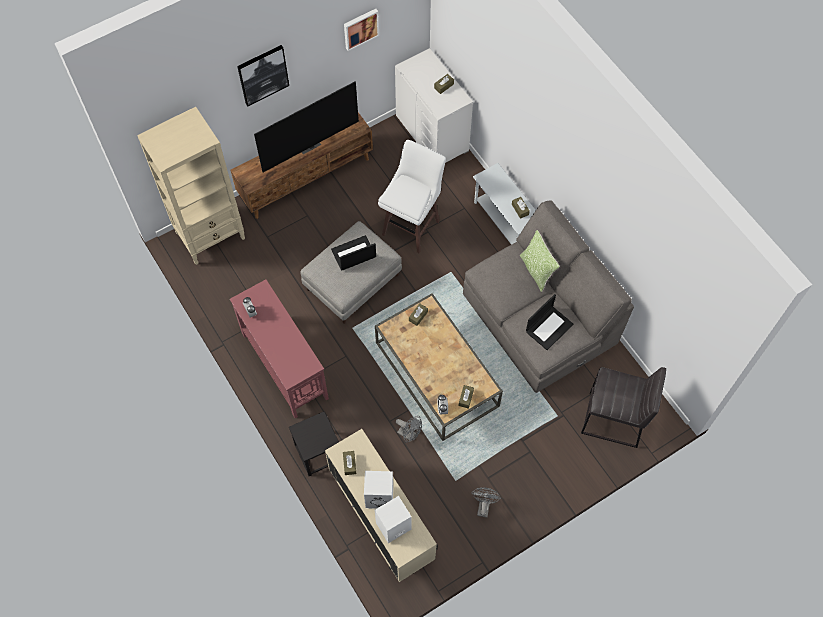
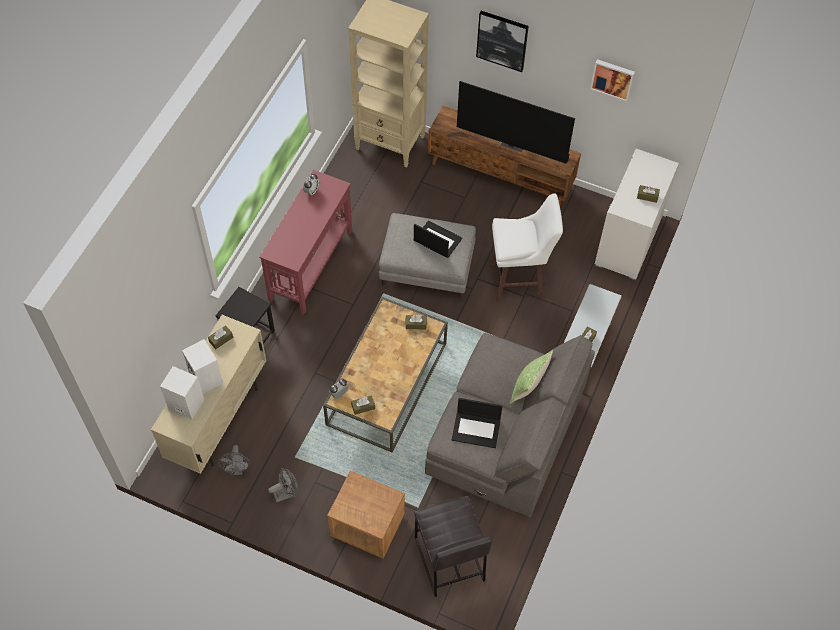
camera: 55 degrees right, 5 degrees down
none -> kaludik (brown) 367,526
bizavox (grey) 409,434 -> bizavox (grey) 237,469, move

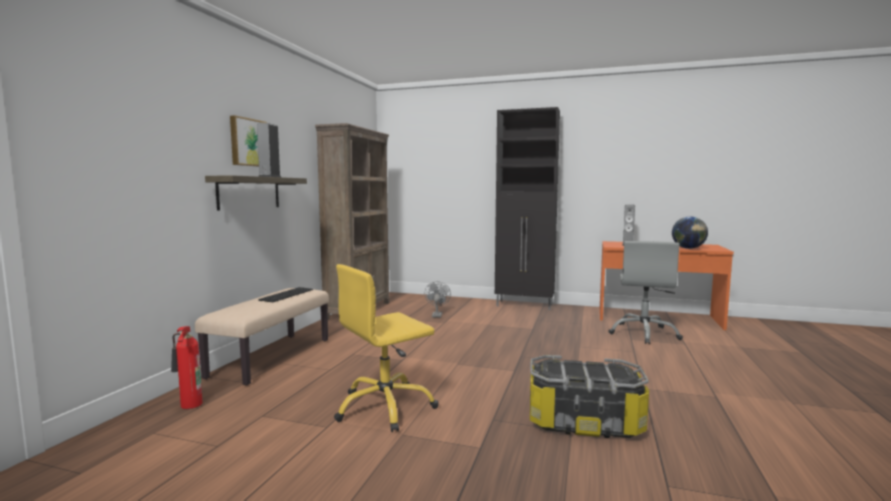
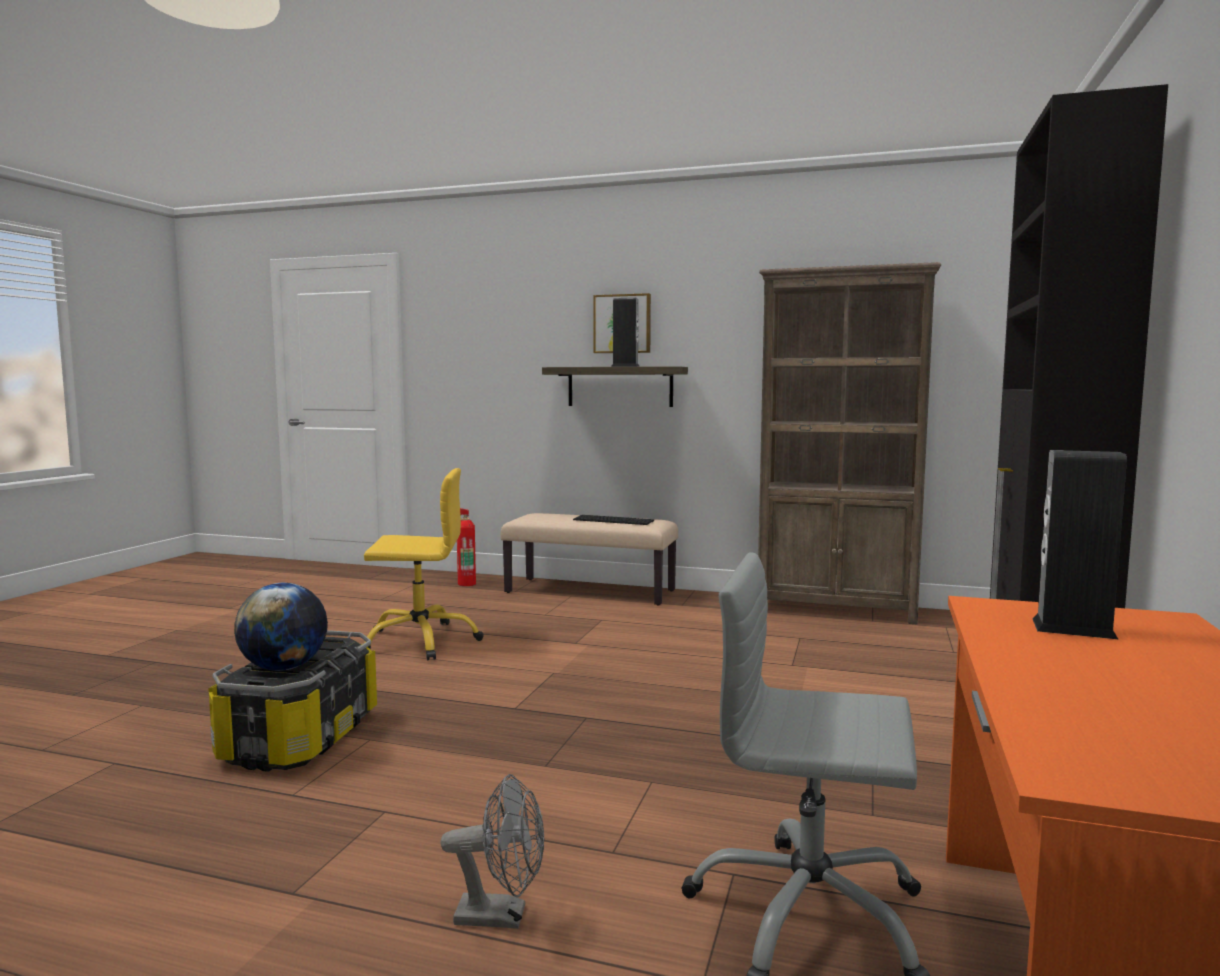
camera: 90 degrees right, 0 degrees up
bizavox (grey) 437,315 -> bizavox (grey) 502,916, move
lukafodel 688,248 -> lukafodel 284,668, move
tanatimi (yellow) 385,407 -> tanatimi (yellow) 420,641, 120 degrees clockwise

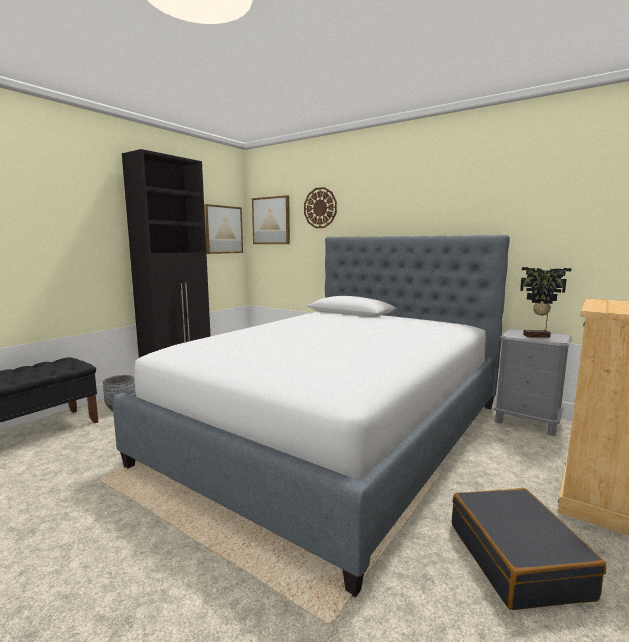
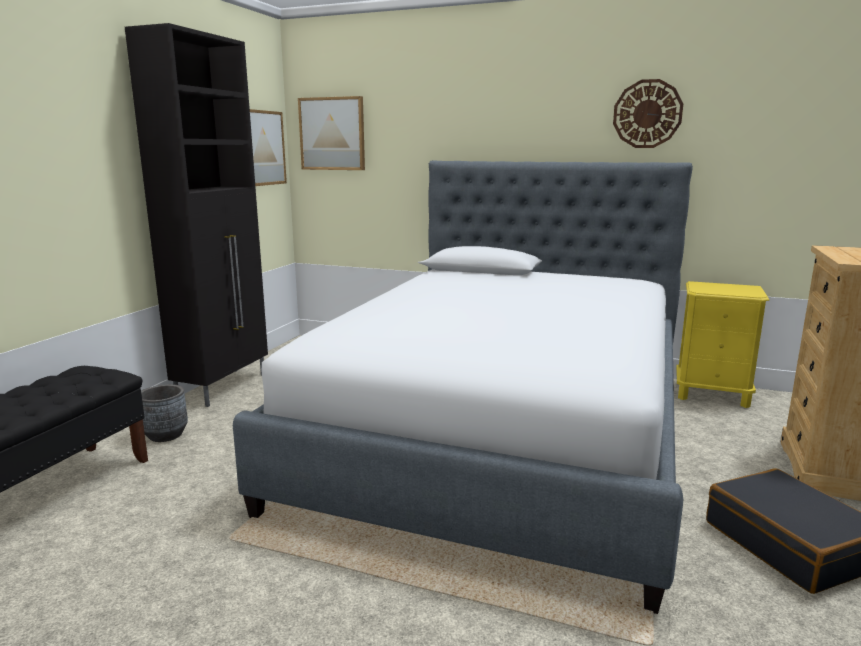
camera: 15 degrees left, 5 degrees up
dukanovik 537,336 -> none
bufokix 320,208 -> bufokix 647,114, move
kaludik (grey) 527,422 -> kaludik (yellow) 712,394

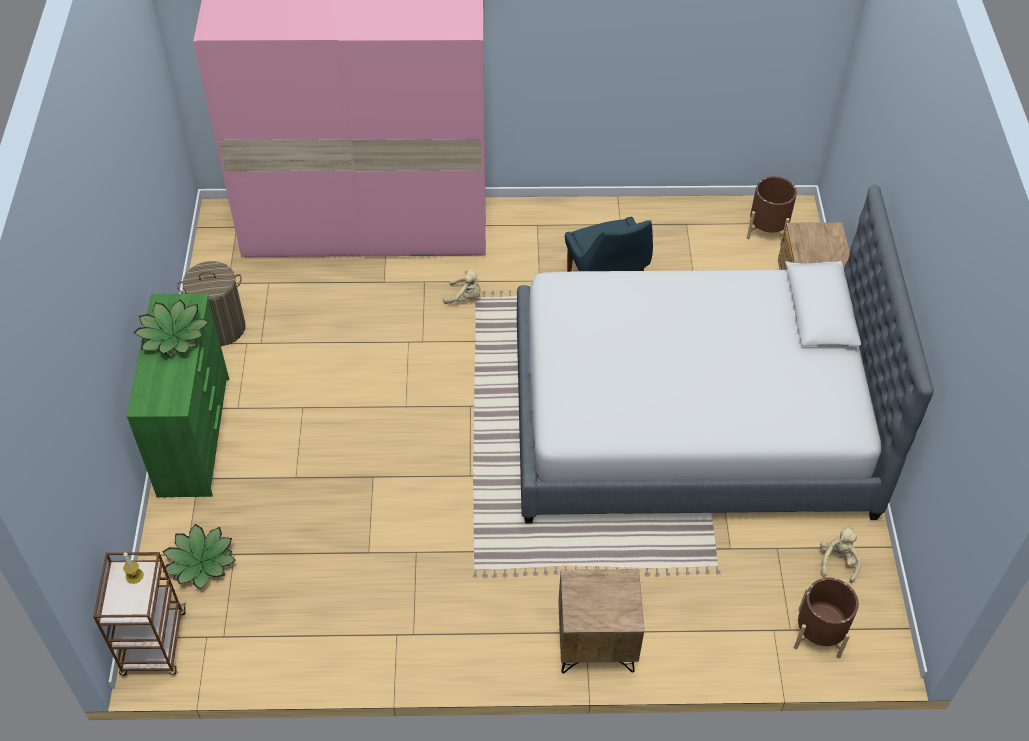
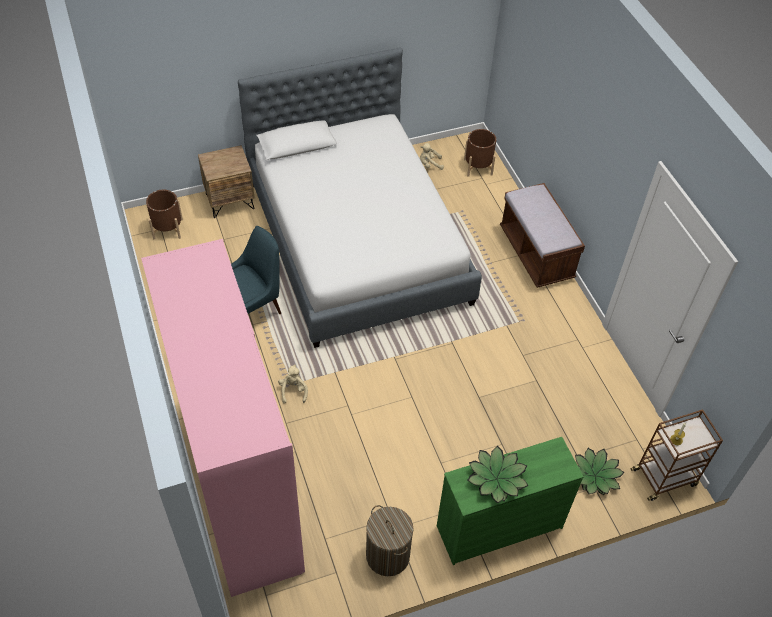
camera: 110 degrees left, 0 degrees up
kaludik (brown) 596,645 -> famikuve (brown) 536,254

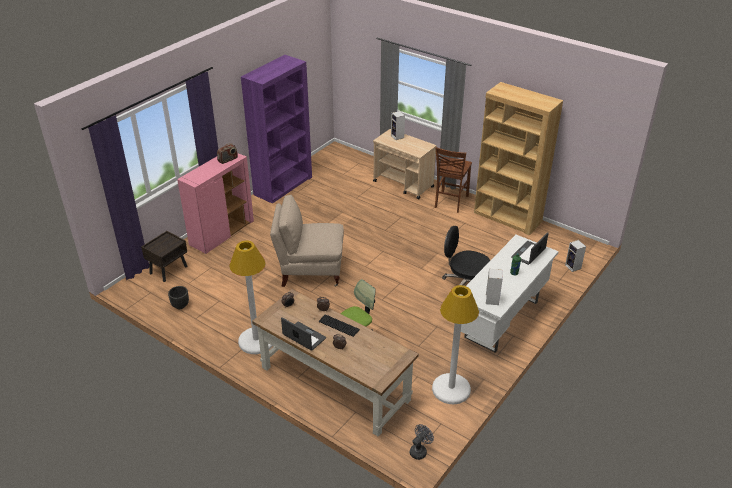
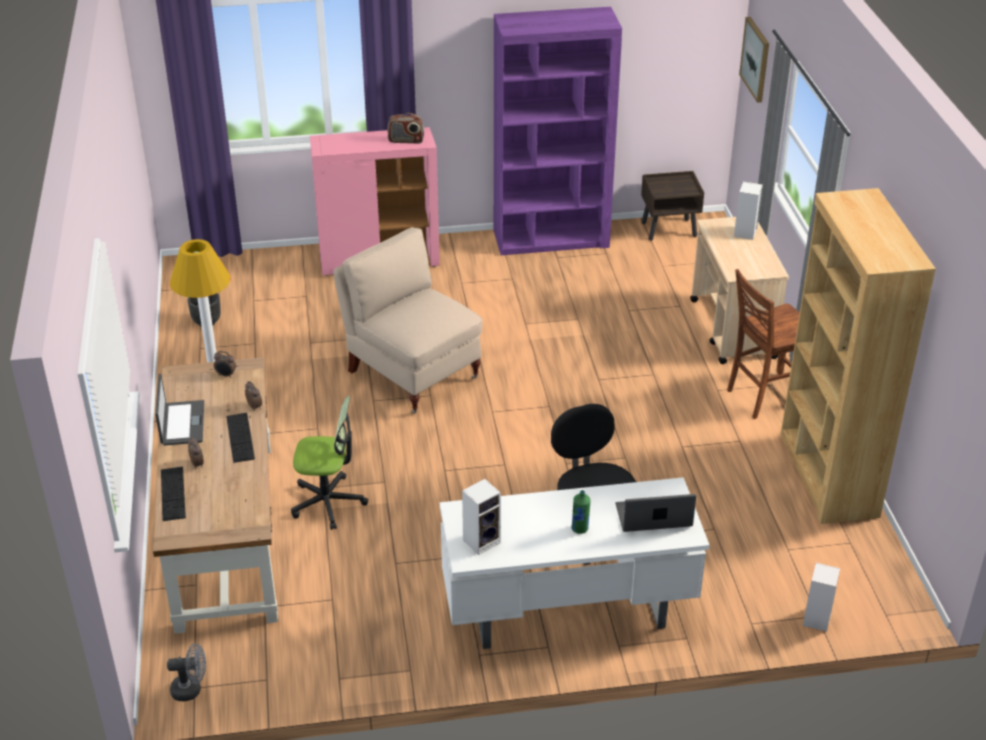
camera: 45 degrees right, 0 degrees up
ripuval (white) 451,389 -> none
none -> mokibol 173,493
none -> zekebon 756,59
kaludik (brown) 168,270 -> kaludik (brown) 669,229, move

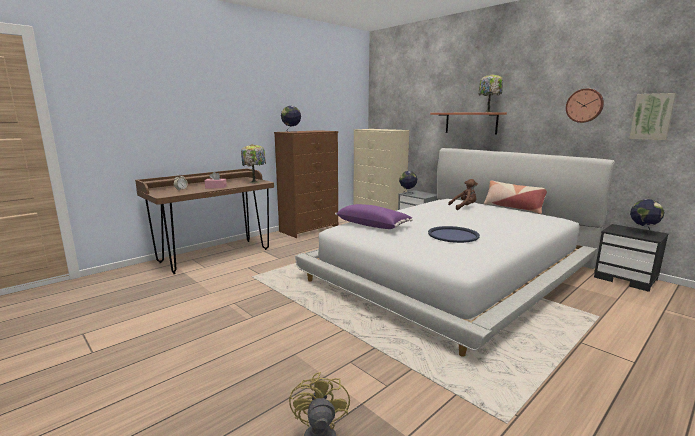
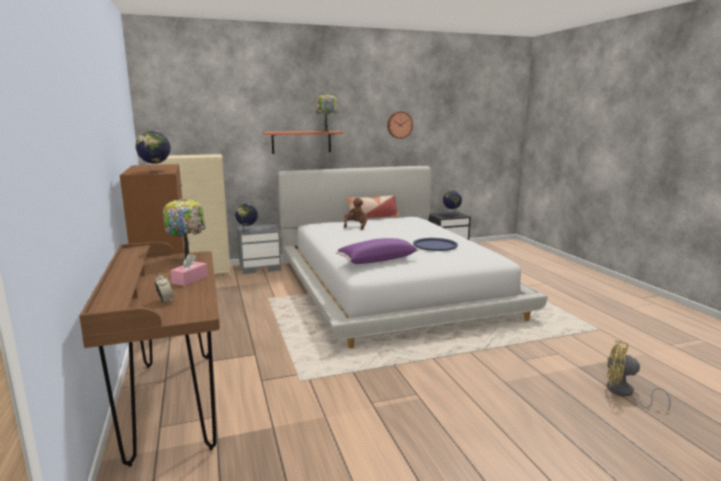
camera: 65 degrees left, 0 degrees up
zekebon 652,116 -> none

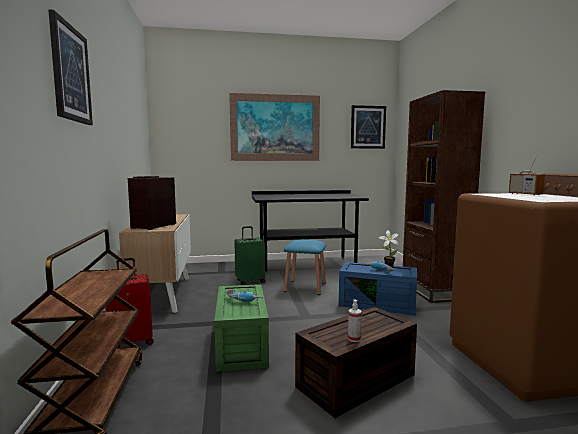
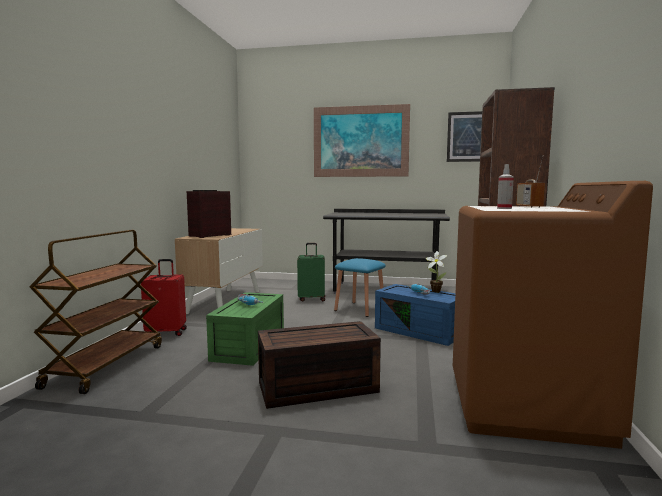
camera: 20 degrees right, 0 degrees up
zekebon 70,74 -> none
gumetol 354,339 -> gumetol 504,208, move

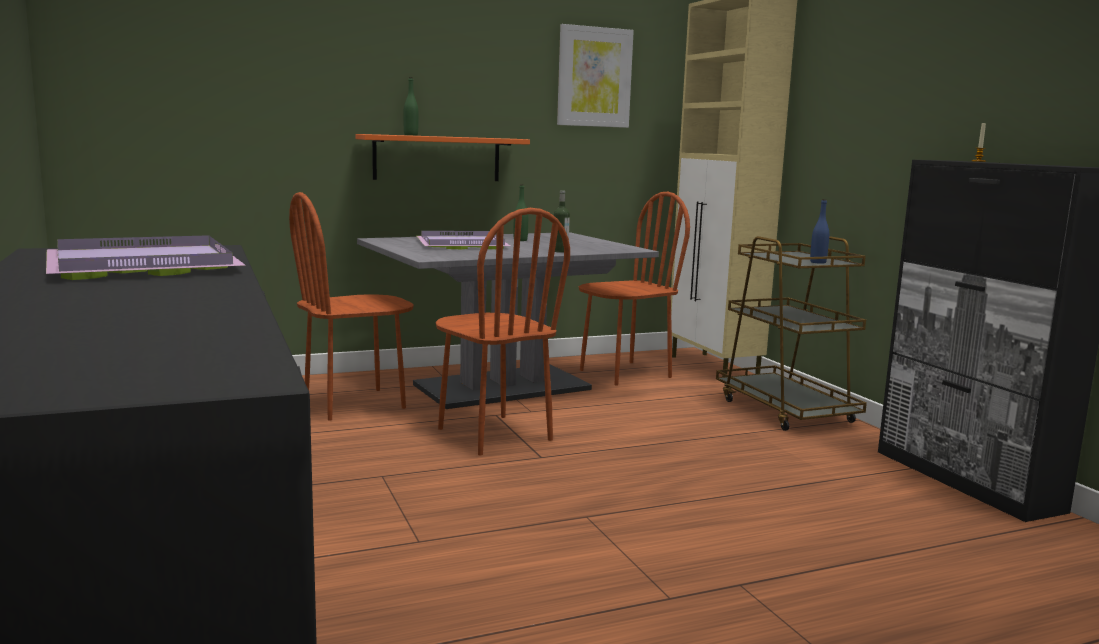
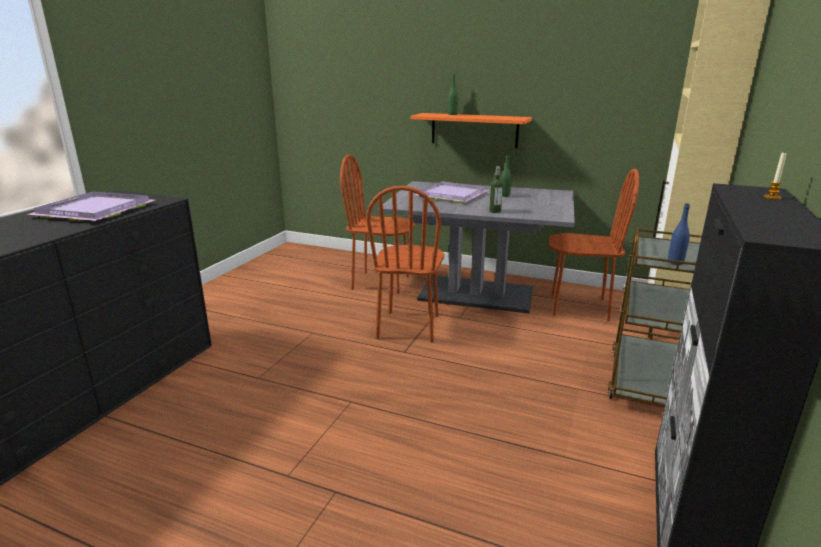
camera: 45 degrees right, 10 degrees up
zekebon 594,77 -> none

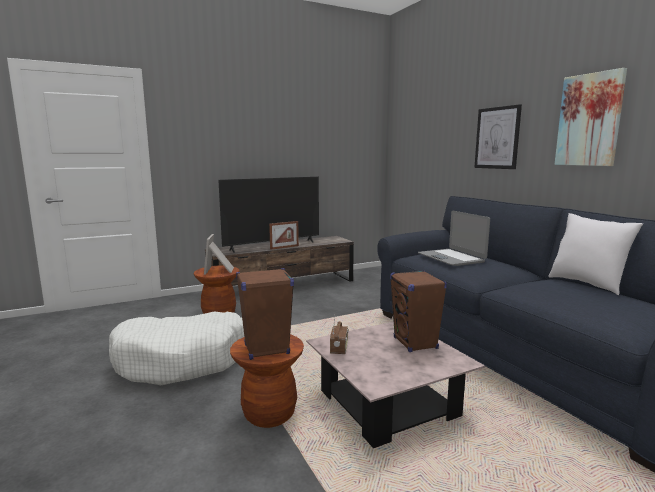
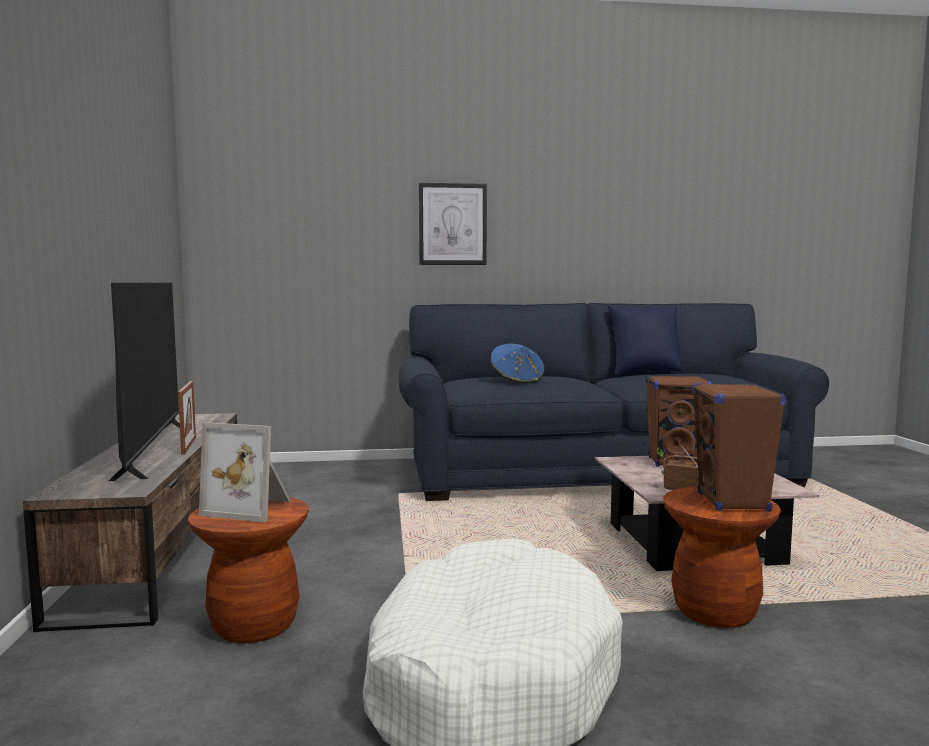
camera: 70 degrees left, 5 degrees down
zekebon 589,120 -> none
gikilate 451,258 -> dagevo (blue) 517,380
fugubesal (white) 587,284 -> fugubesal (blue) 645,373

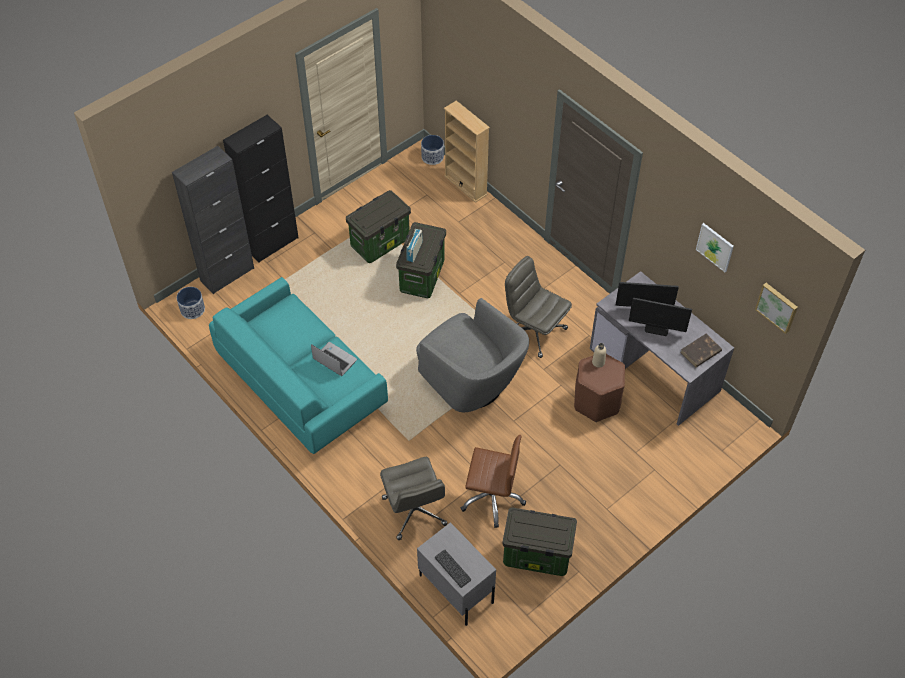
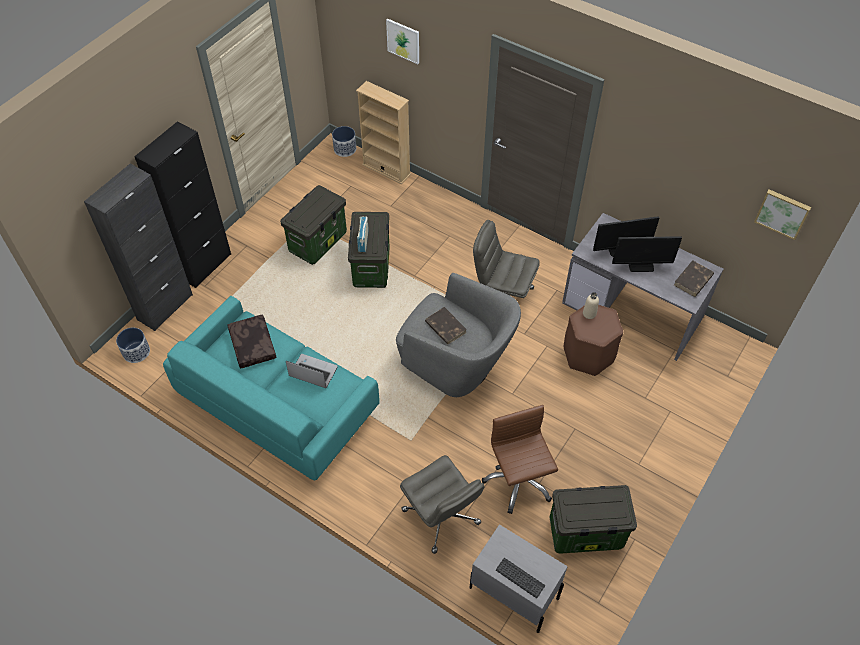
camera: 15 degrees left, 0 degrees up
none -> fugubesal (brown) 251,345
none -> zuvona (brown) 445,327
zekebon 715,247 -> zekebon 403,41, move
tanatimi (brown) 492,497 -> tanatimi (brown) 518,481, 105 degrees counterclockwise

